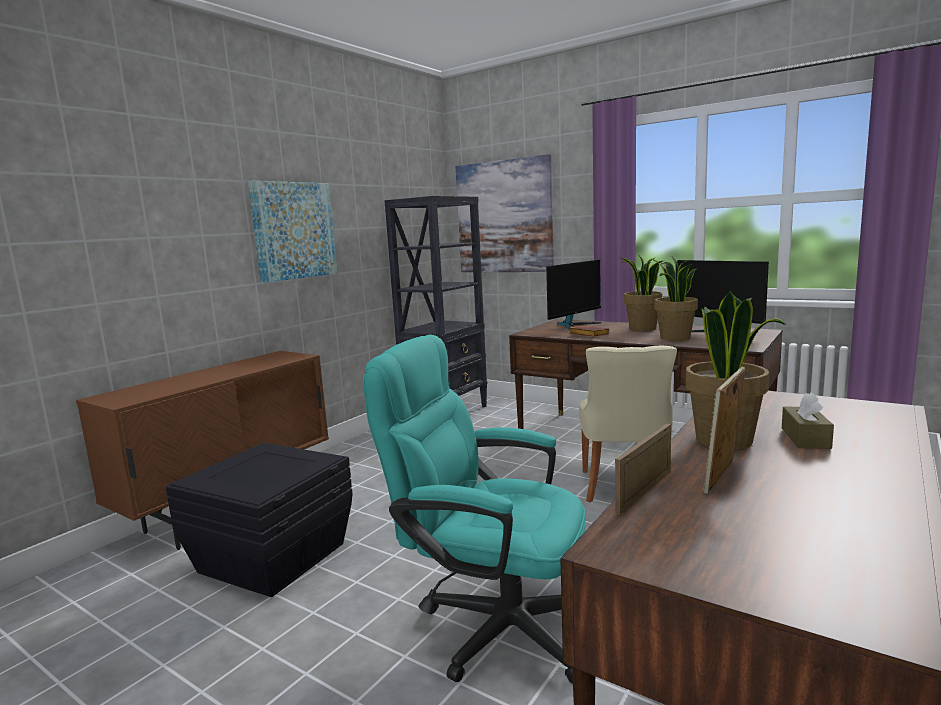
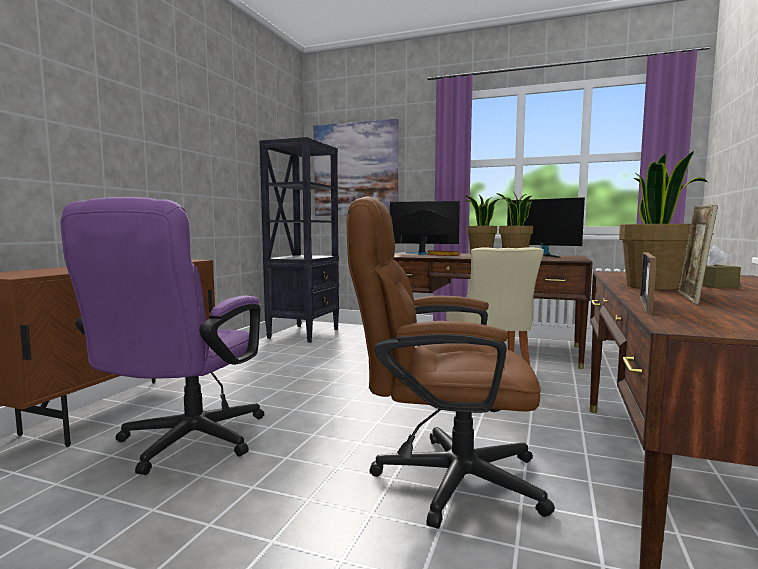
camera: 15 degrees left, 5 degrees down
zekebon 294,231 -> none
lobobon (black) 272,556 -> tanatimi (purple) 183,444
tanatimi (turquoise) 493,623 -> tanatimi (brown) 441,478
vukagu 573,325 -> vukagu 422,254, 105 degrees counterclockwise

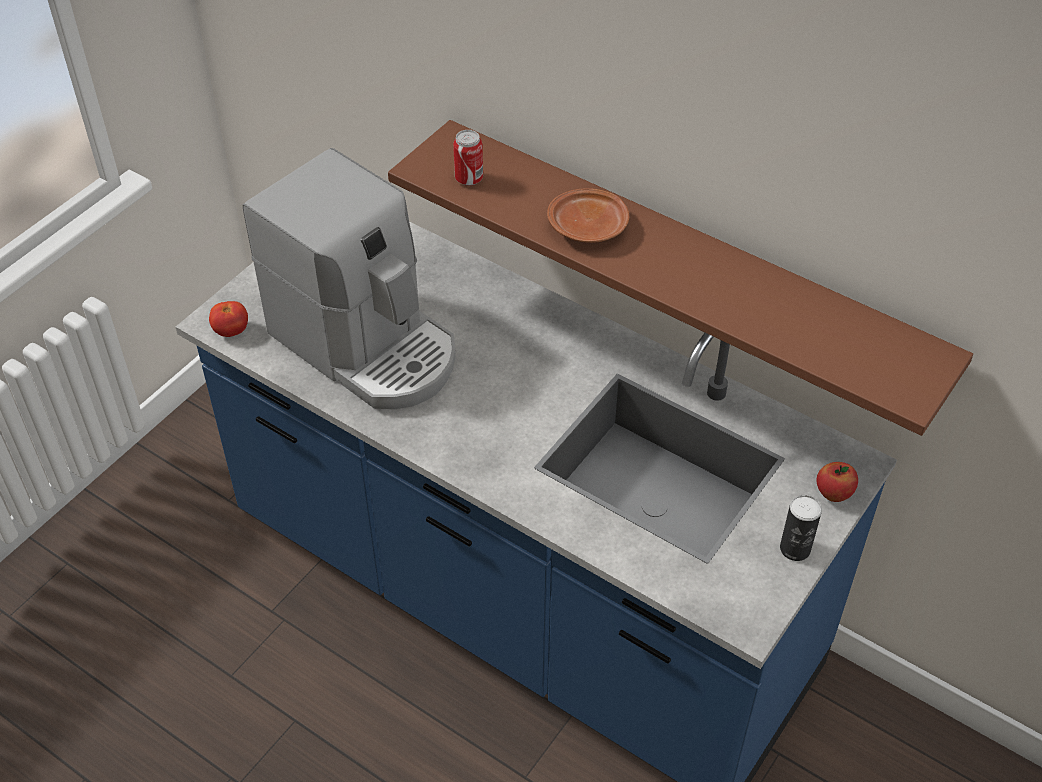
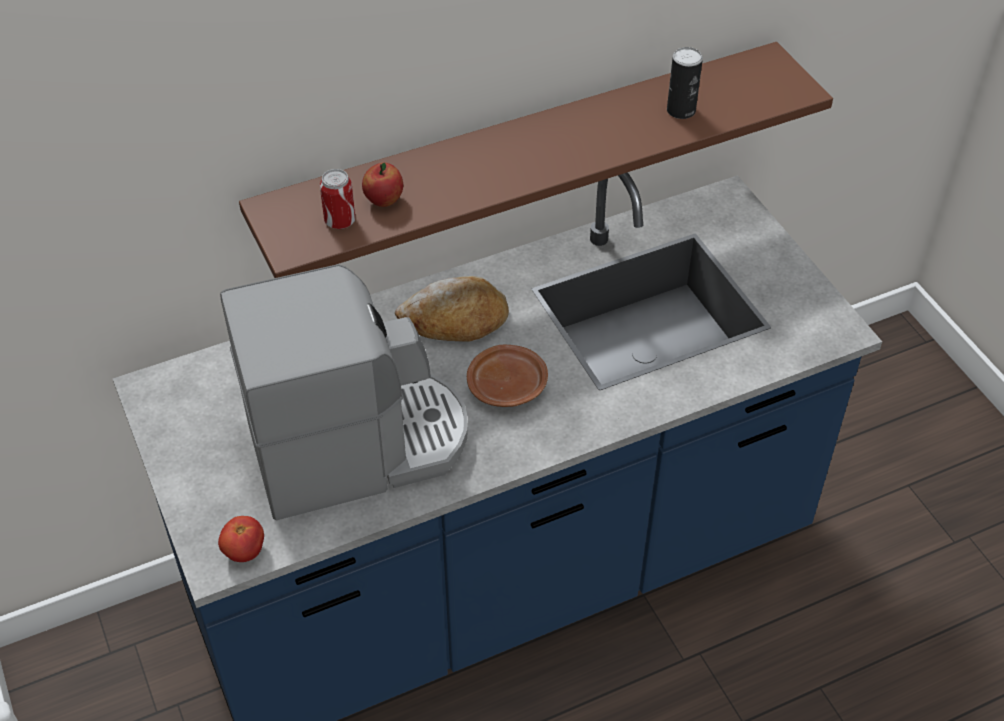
camera: 60 degrees left, 0 degrees up
none -> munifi 455,320
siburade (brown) 589,227 -> siburade (brown) 507,385, move
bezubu 795,549 -> bezubu 681,110, move
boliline 833,493 -> boliline 384,200, move

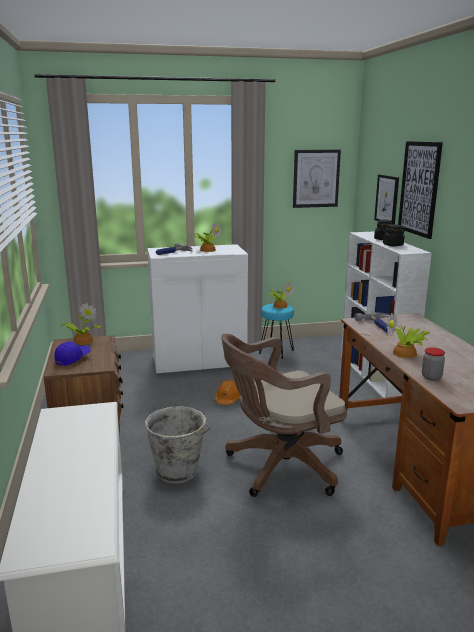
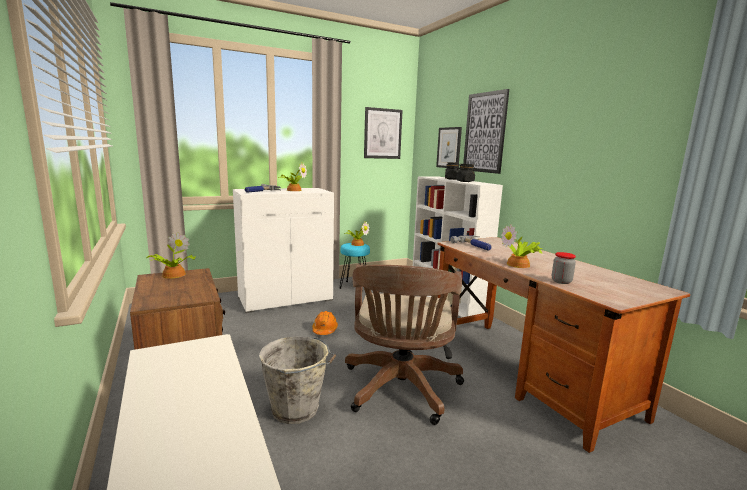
camera: 15 degrees left, 5 degrees down
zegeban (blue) 73,359 -> none
tanatimi (brown) 279,467 -> tanatimi (brown) 400,390, 45 degrees counterclockwise

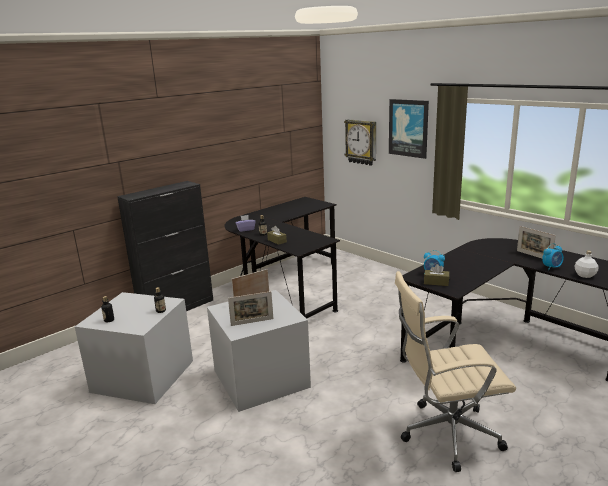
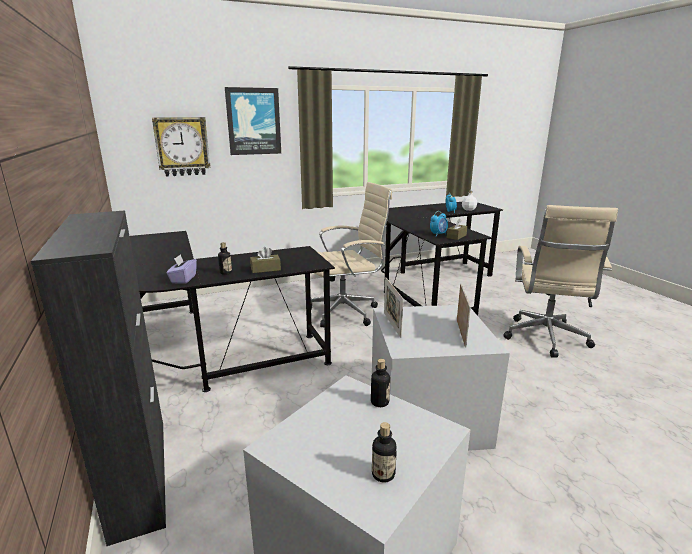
camera: 70 degrees left, 0 degrees up
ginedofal 534,256 -> none
none -> tanatimi (beige) 346,312

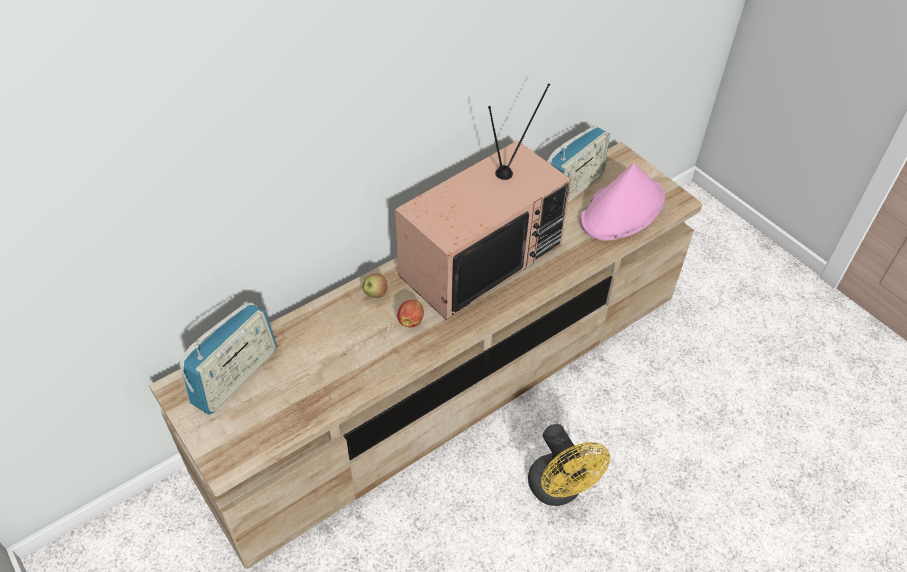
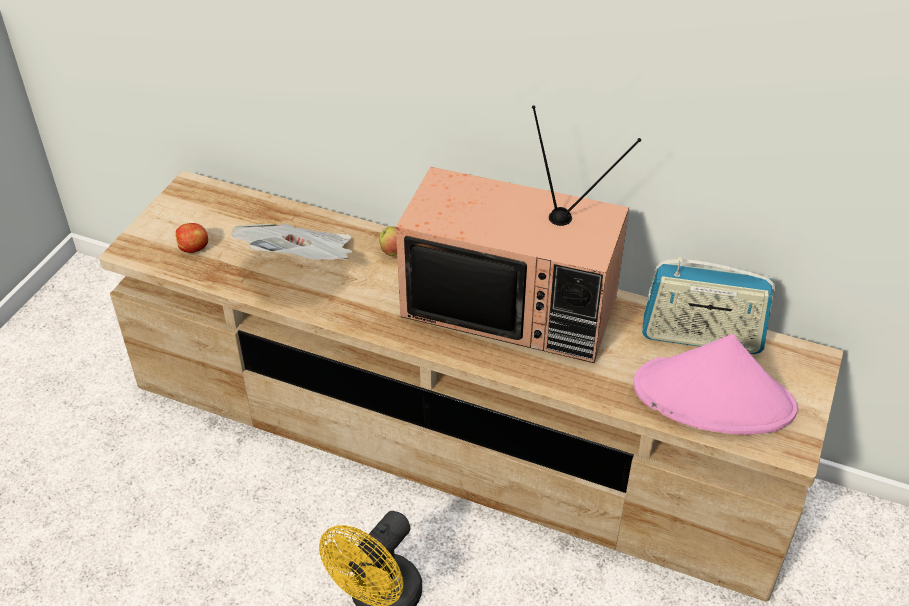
camera: 60 degrees right, 5 degrees down
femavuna 235,377 -> none
none -> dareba 302,264
boliline 411,321 -> boliline 194,248, move

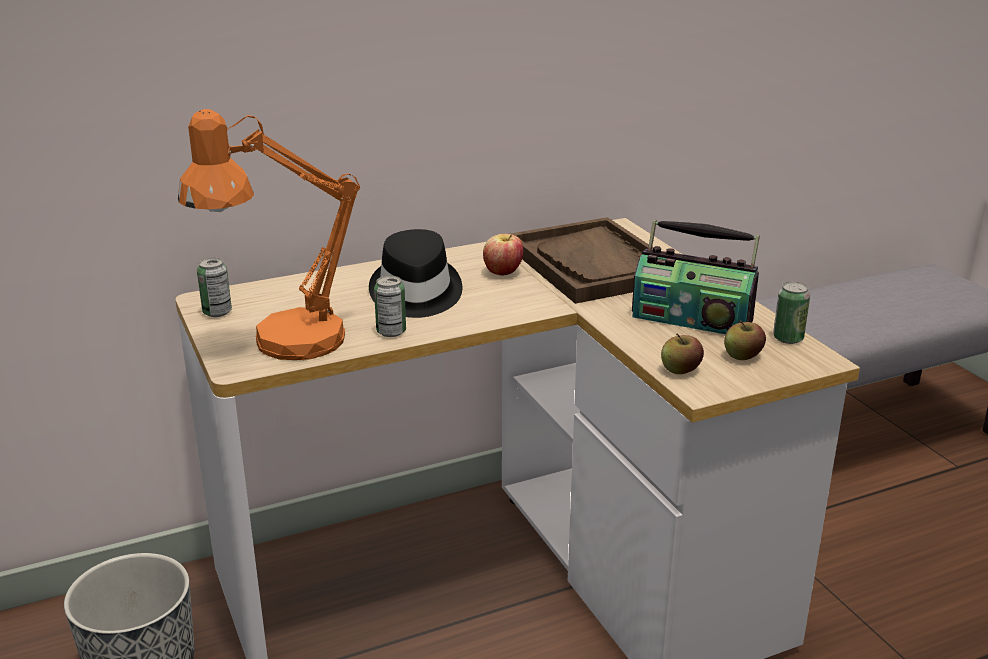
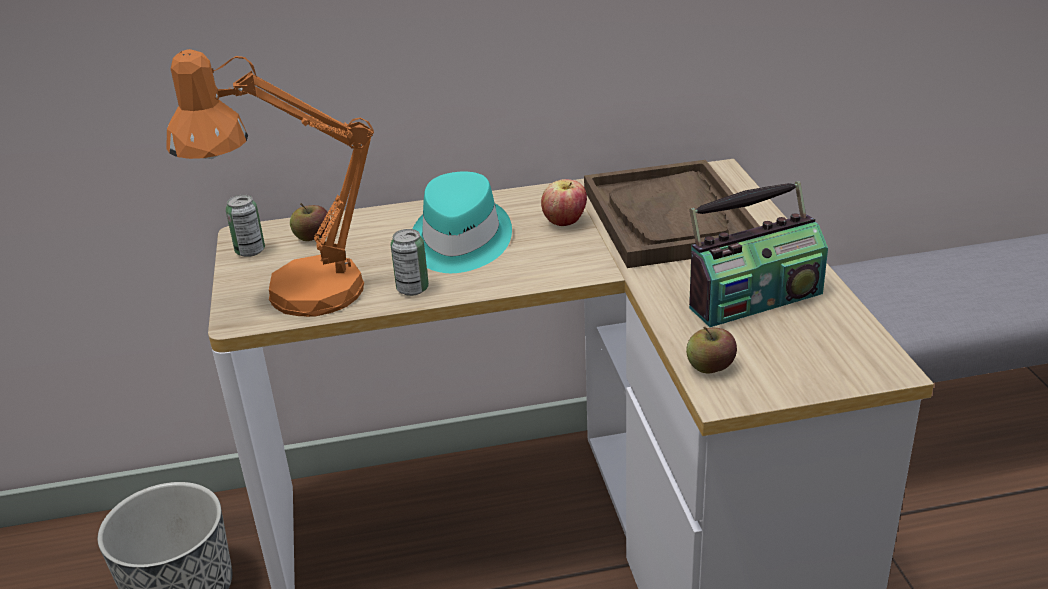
camera: 15 degrees right, 5 degrees up
bezubu 788,338 -> none
boliline 743,356 -> boliline 312,237, move
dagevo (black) 415,293 -> dagevo (turquoise) 459,242
femavuna 692,319 -> femavuna 754,299, 60 degrees counterclockwise

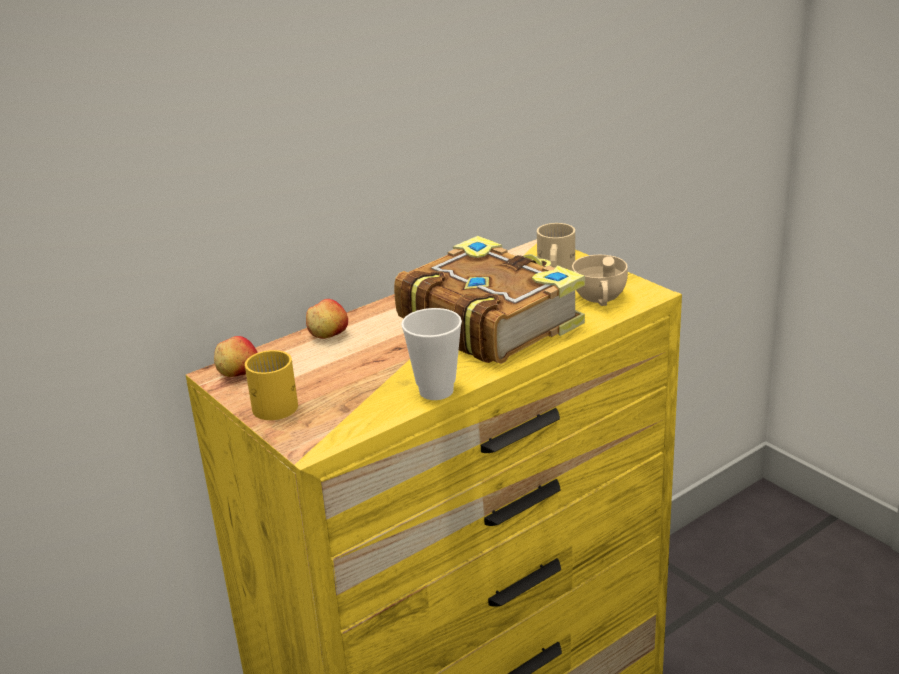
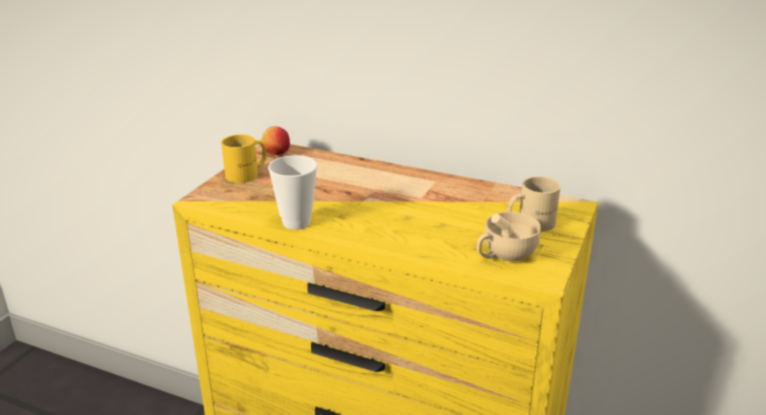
camera: 60 degrees right, 0 degrees up
boliline 328,335 -> none
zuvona 489,322 -> none

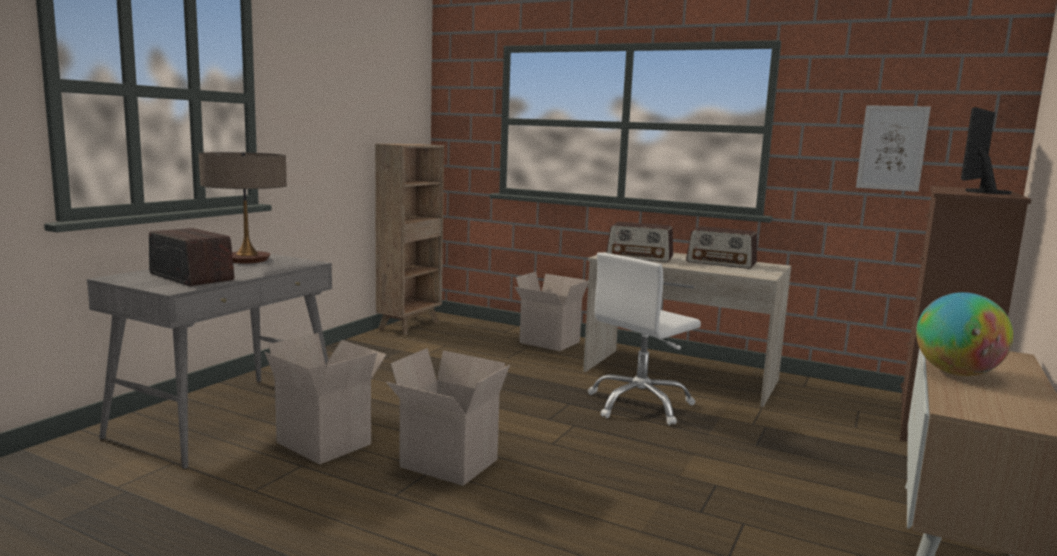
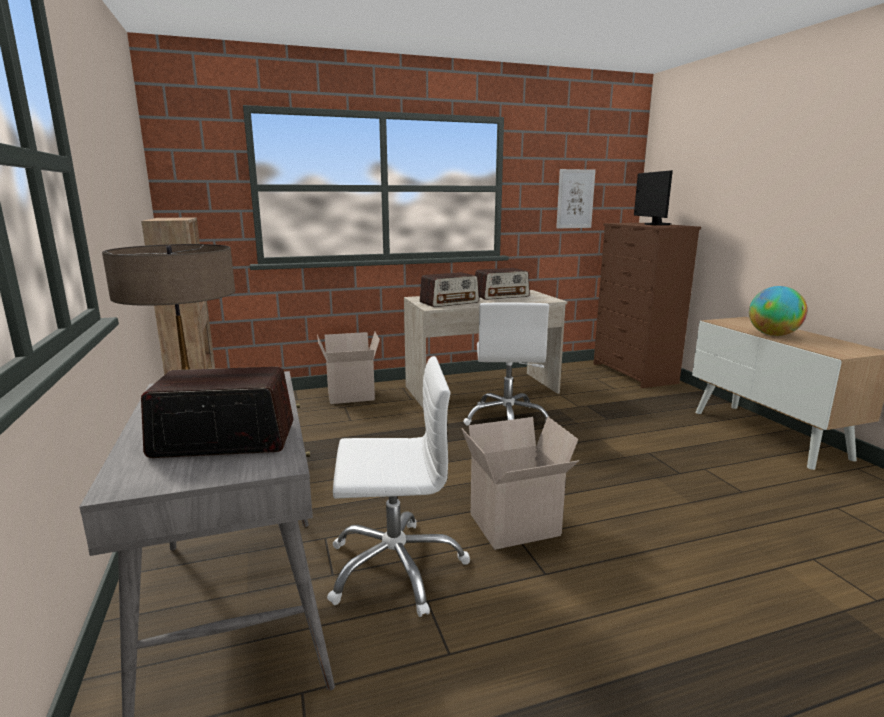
camera: 45 degrees left, 5 degrees up
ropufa 327,443 -> tanatimi (white) 395,567

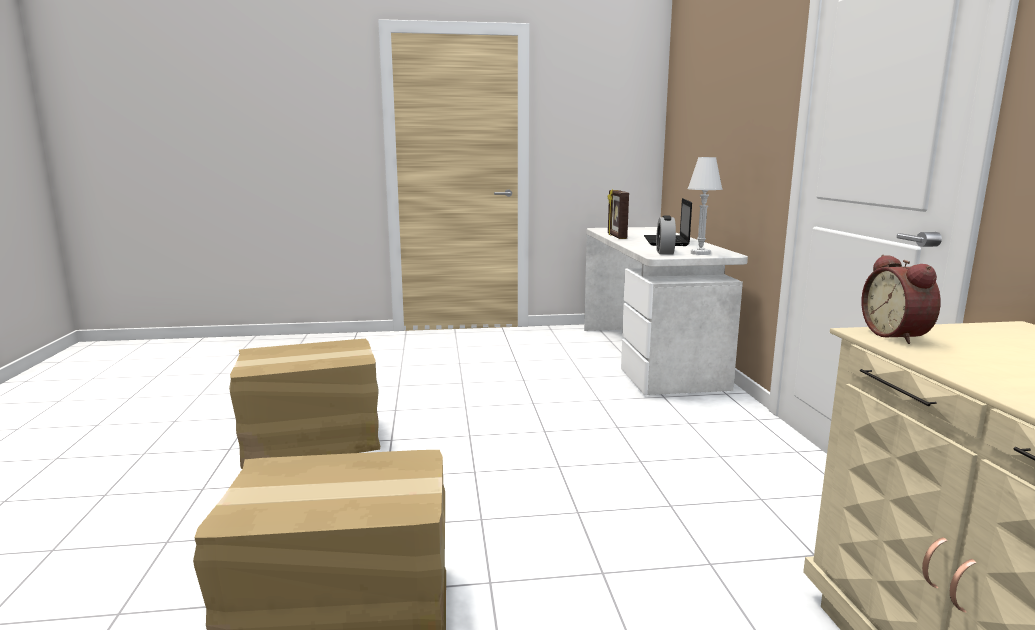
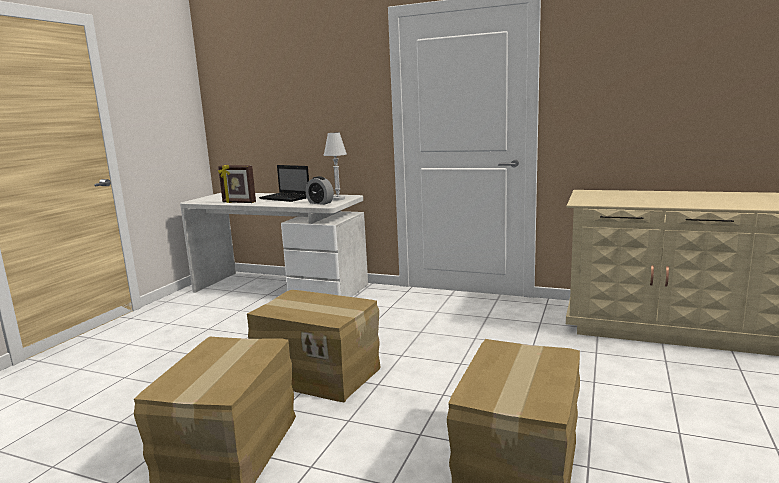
camera: 60 degrees left, 0 degrees up
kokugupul 898,335 -> none
none -> ropufa 319,373

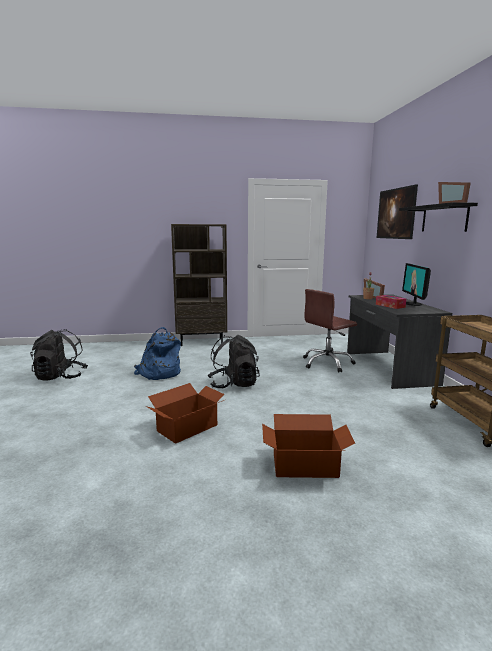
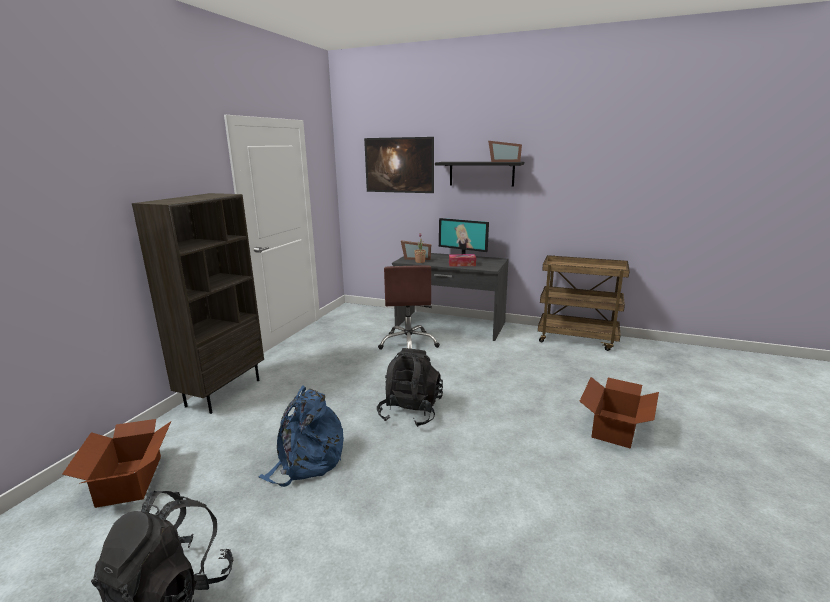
camera: 60 degrees left, 5 degrees up
ropufa 188,428 -> ropufa 131,480, move

